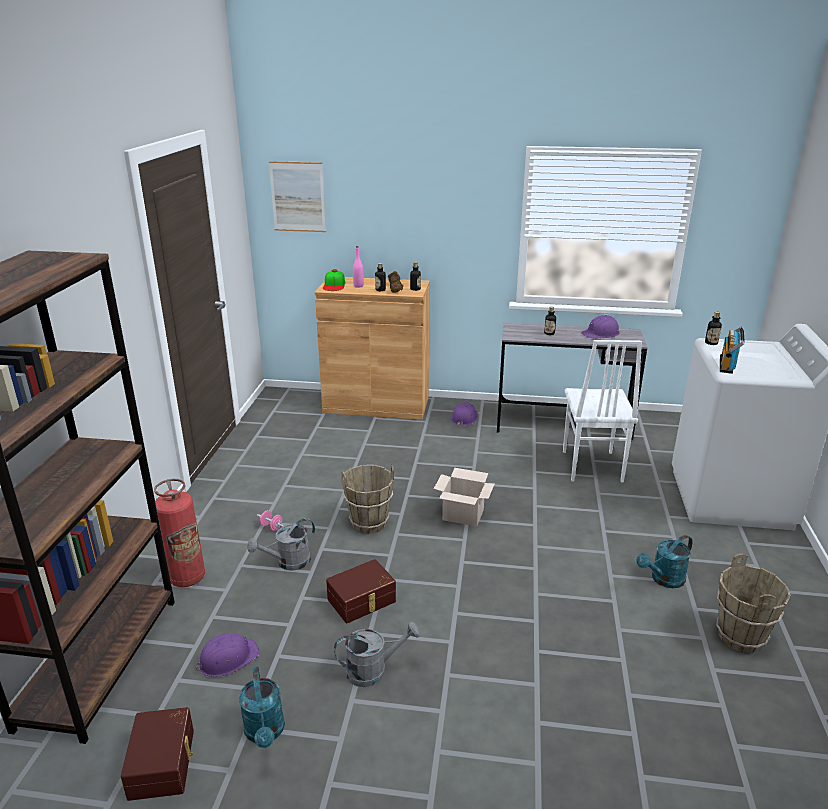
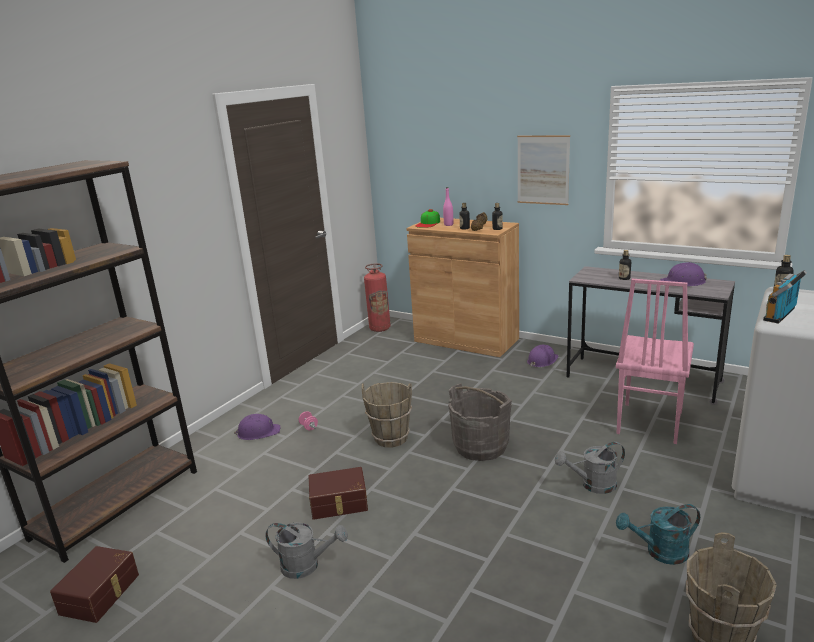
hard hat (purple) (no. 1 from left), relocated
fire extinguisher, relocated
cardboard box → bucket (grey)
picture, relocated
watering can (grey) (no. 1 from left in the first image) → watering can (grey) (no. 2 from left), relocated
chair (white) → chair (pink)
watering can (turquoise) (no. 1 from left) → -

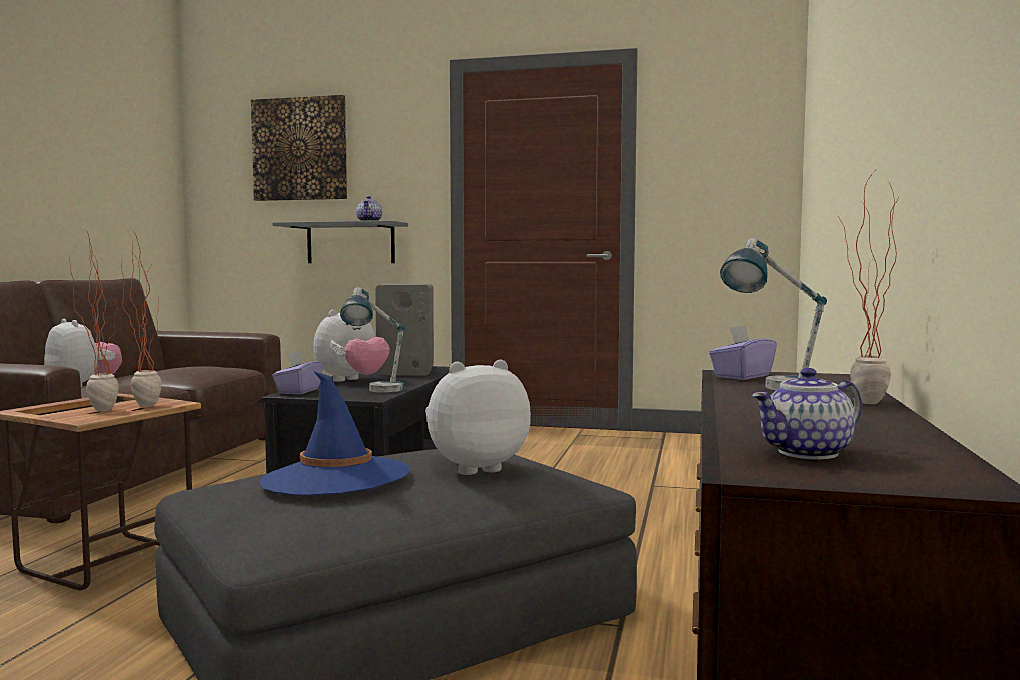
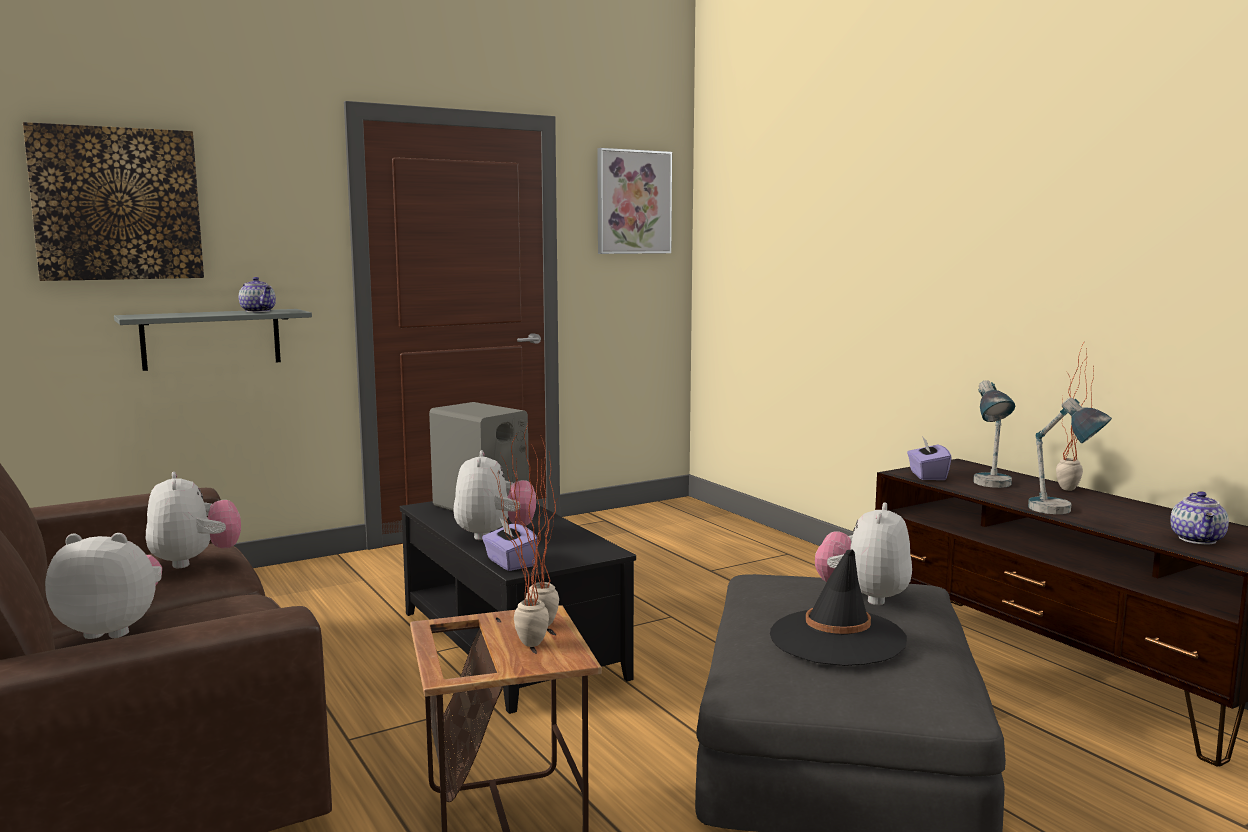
- → plush toy (no. 2 from left)
- → picture (no. 2 from left)
hat (blue) → hat (black)
table lamp (no. 1 from left in the first image) → table lamp (no. 2 from left), relocated

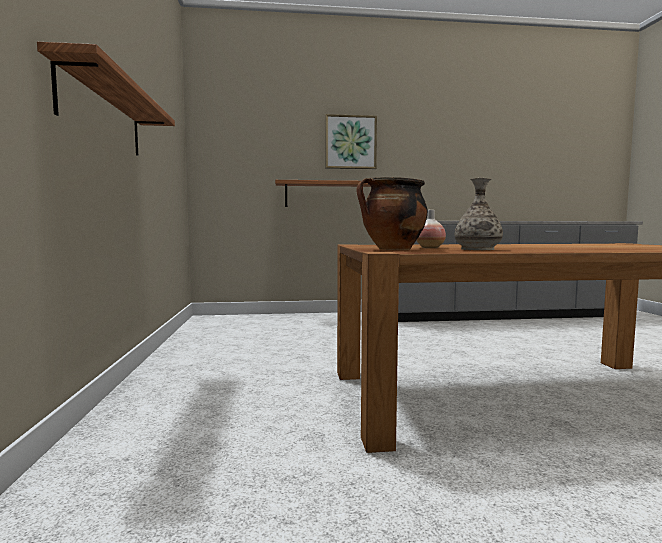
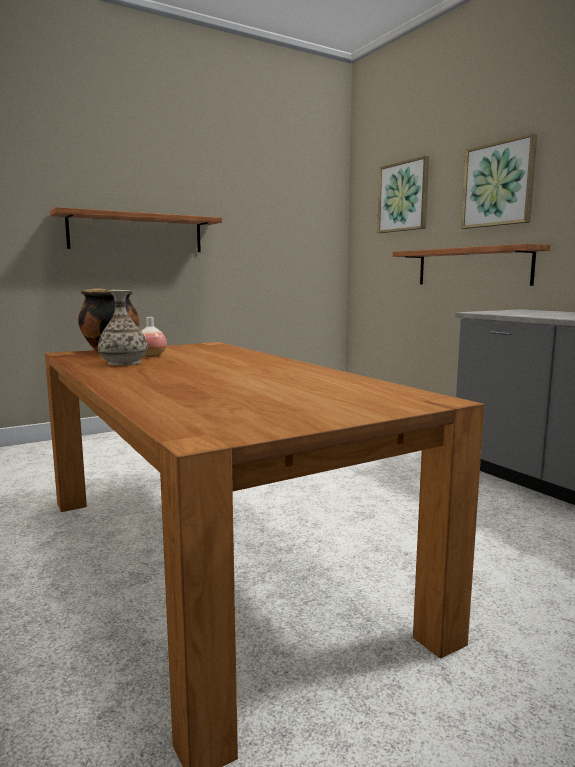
- → picture (no. 1 from left)

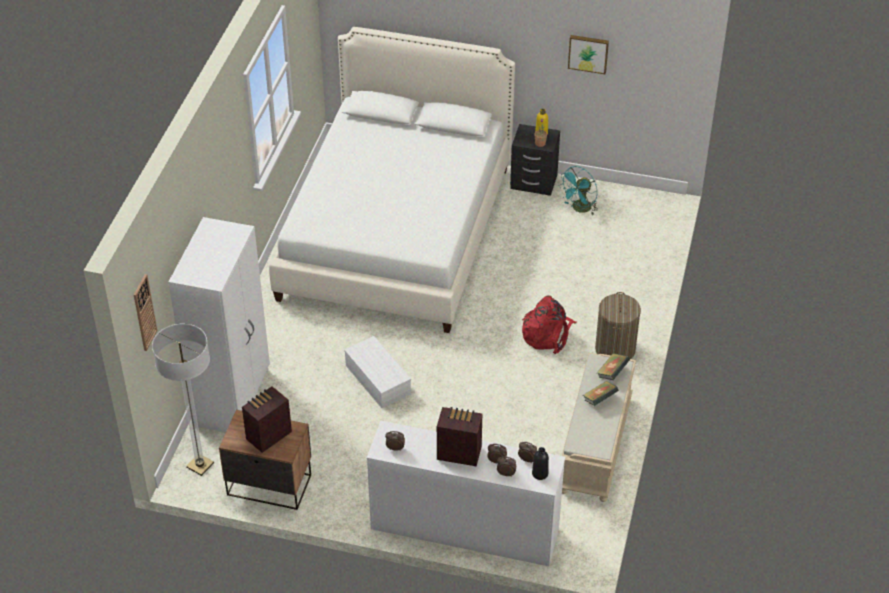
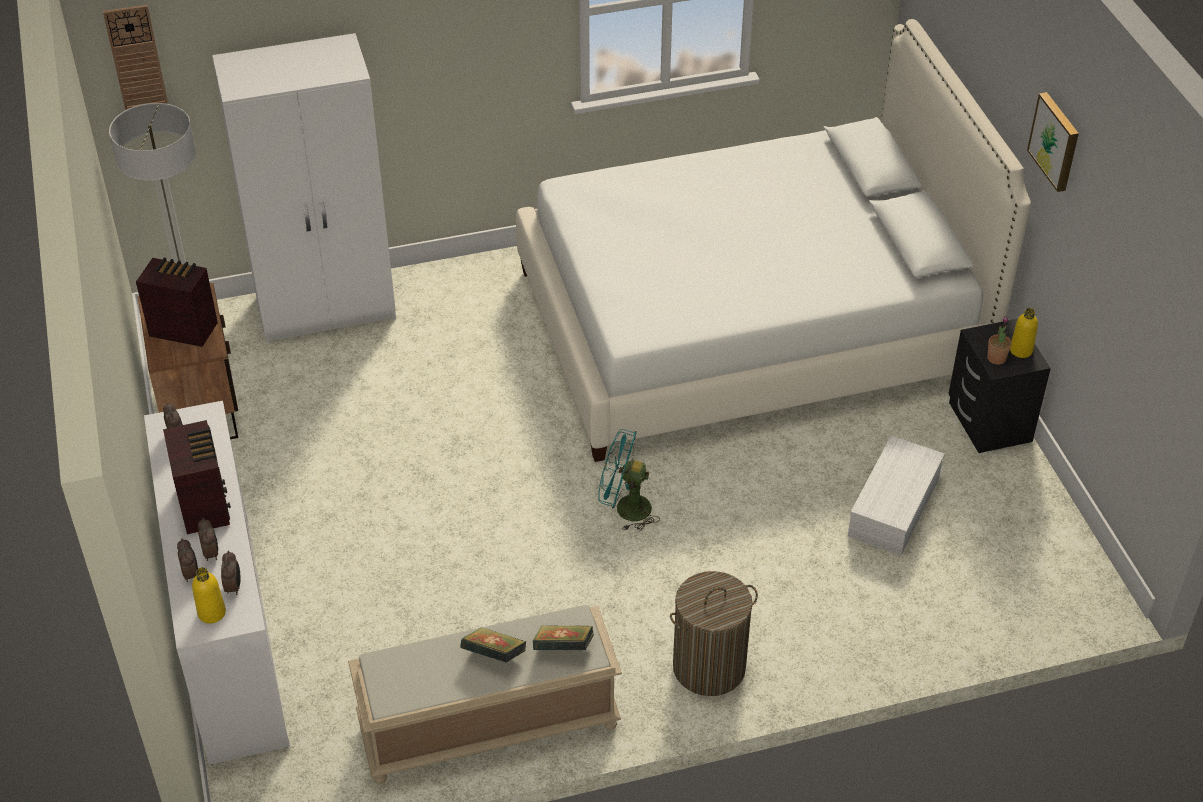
bottle (black) → bottle (yellow) (no. 1 from left)
fan (turquoise), relocated
storage box (white), relocated
picture, relocated
backpack (red) → -

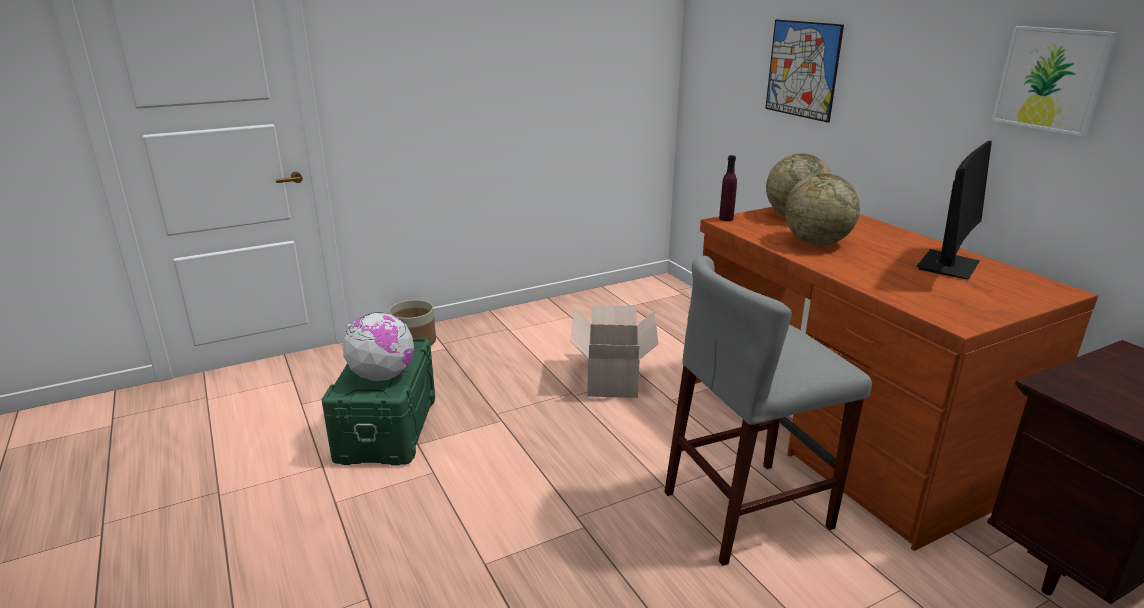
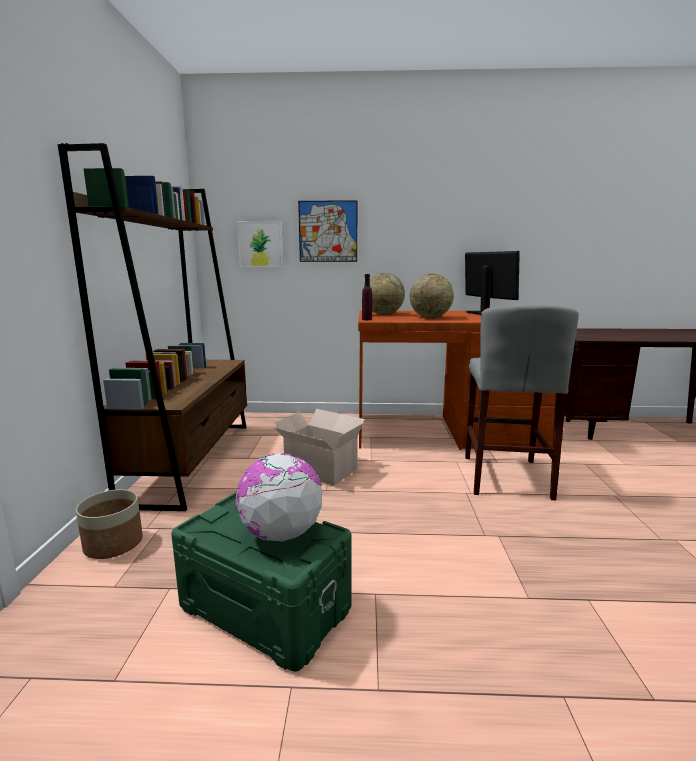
- → bookcase (brown)
picture (no. 2 from left in the first image) → picture (no. 1 from left), relocated

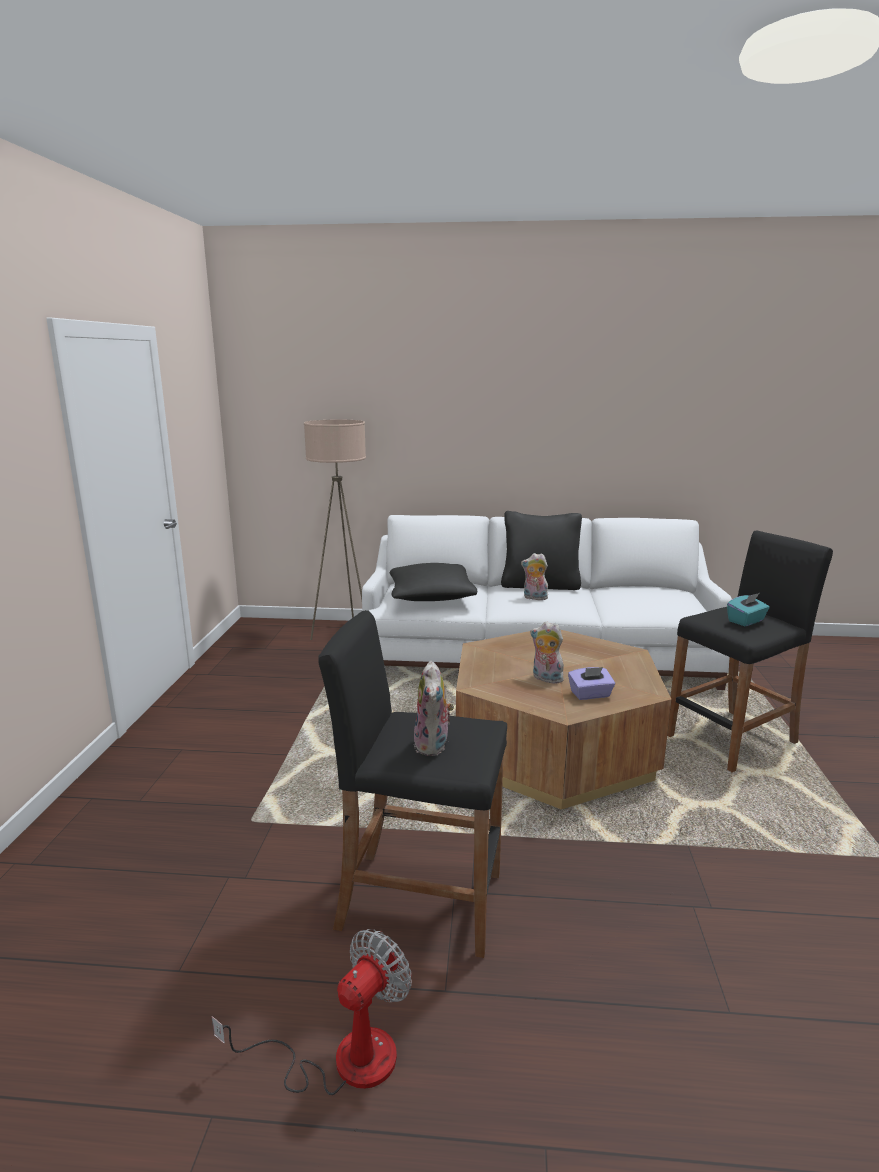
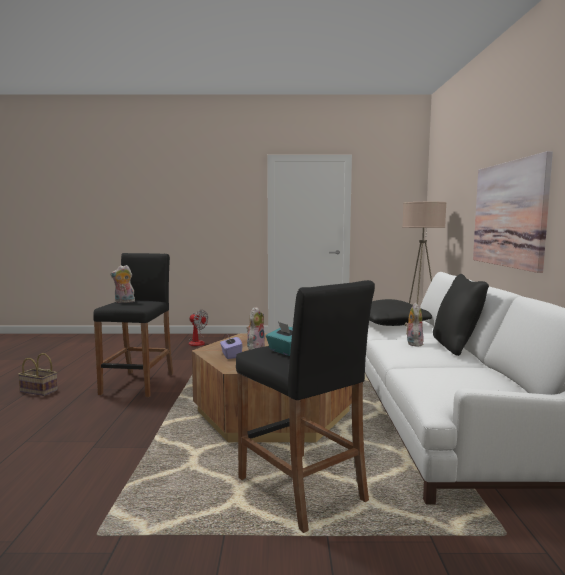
- → basket
fan, relocated
- → picture

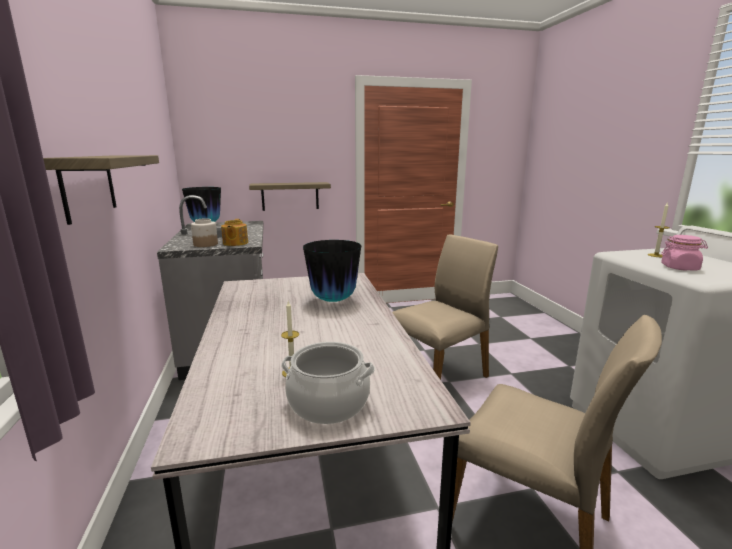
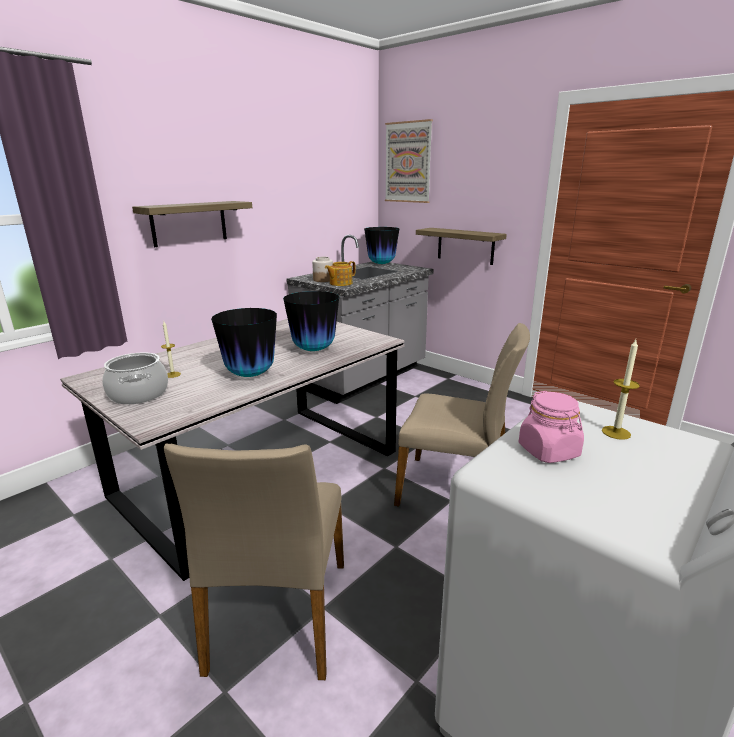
- → vase (no. 1 from left)
- → picture

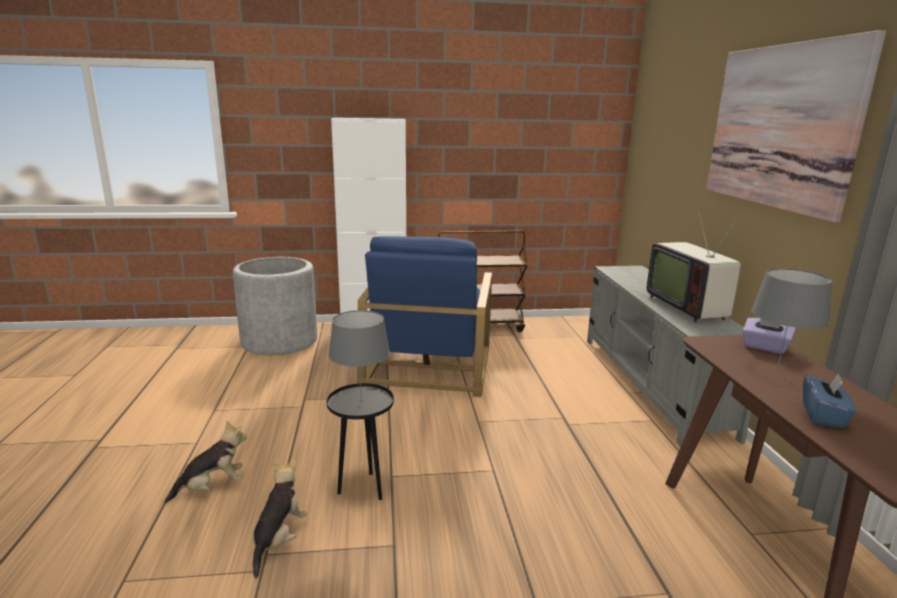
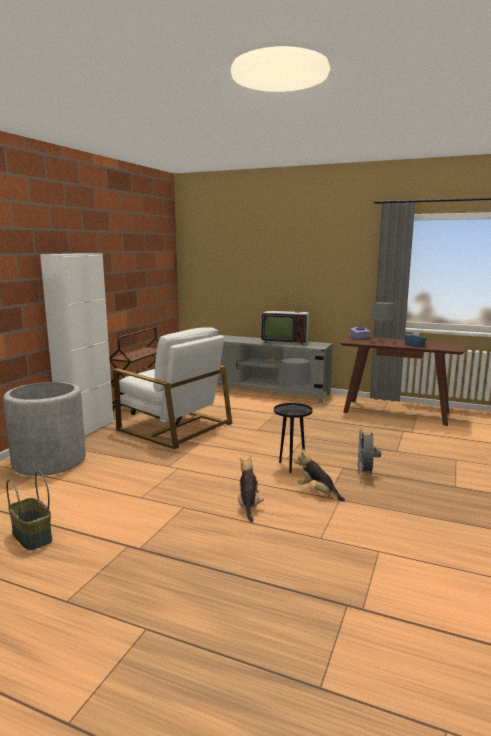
- → basket
armchair (blue) → armchair (white)
- → fan (grey)
picture → -

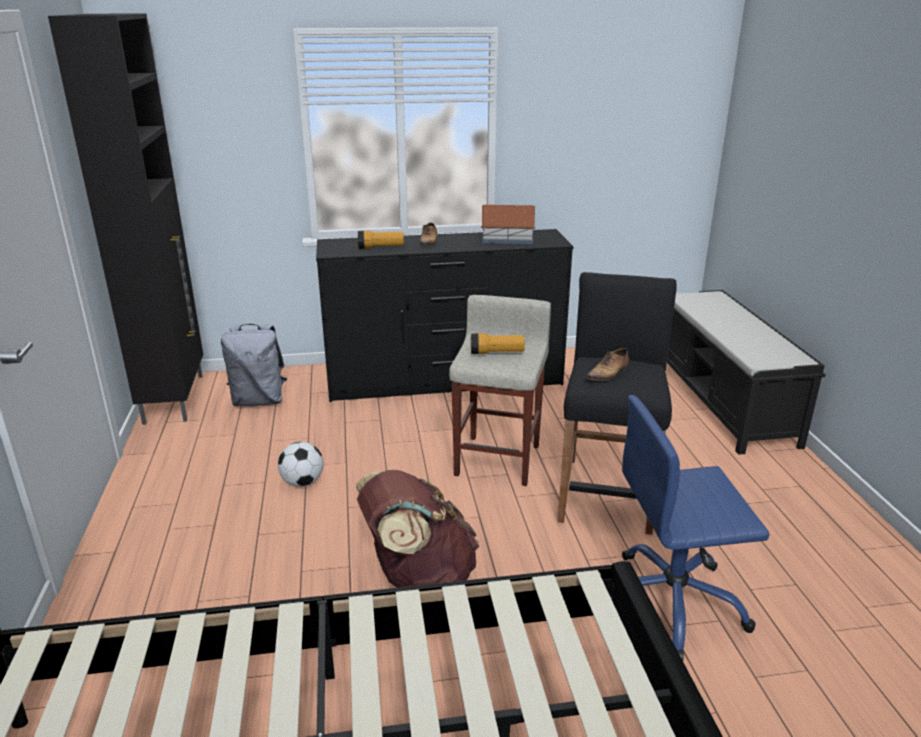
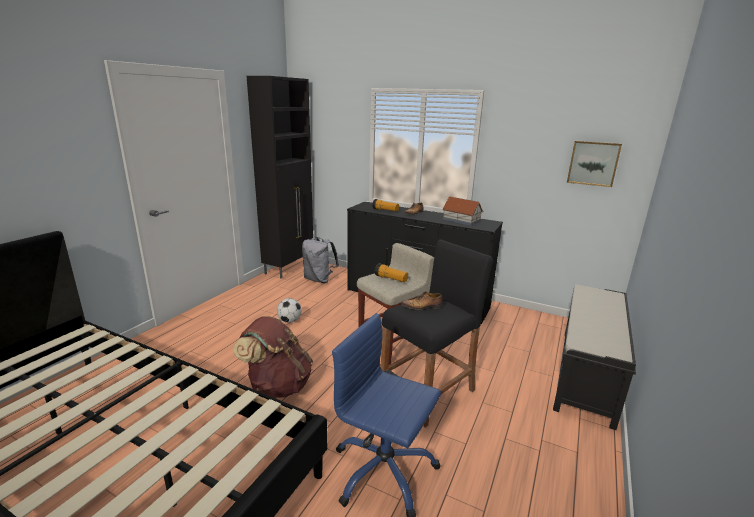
- → picture

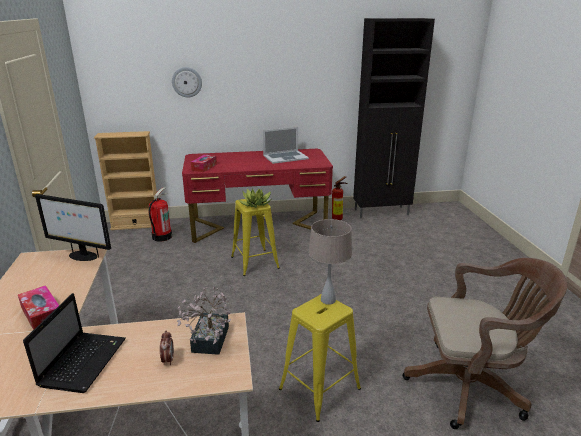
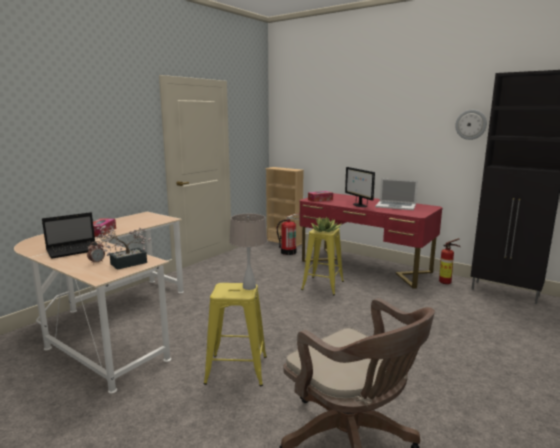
monitor, relocated
wall clock, relocated

